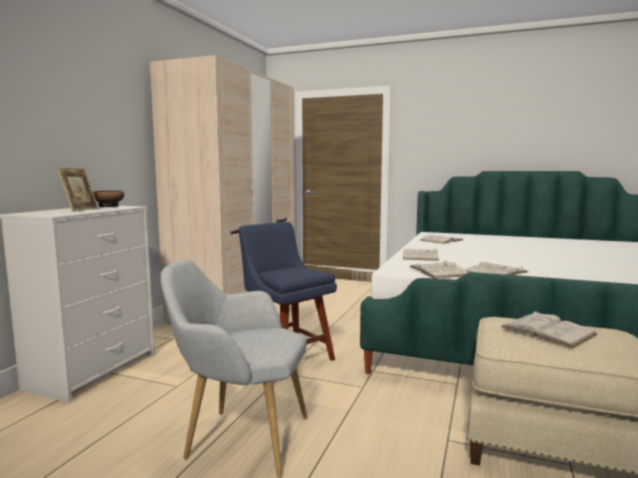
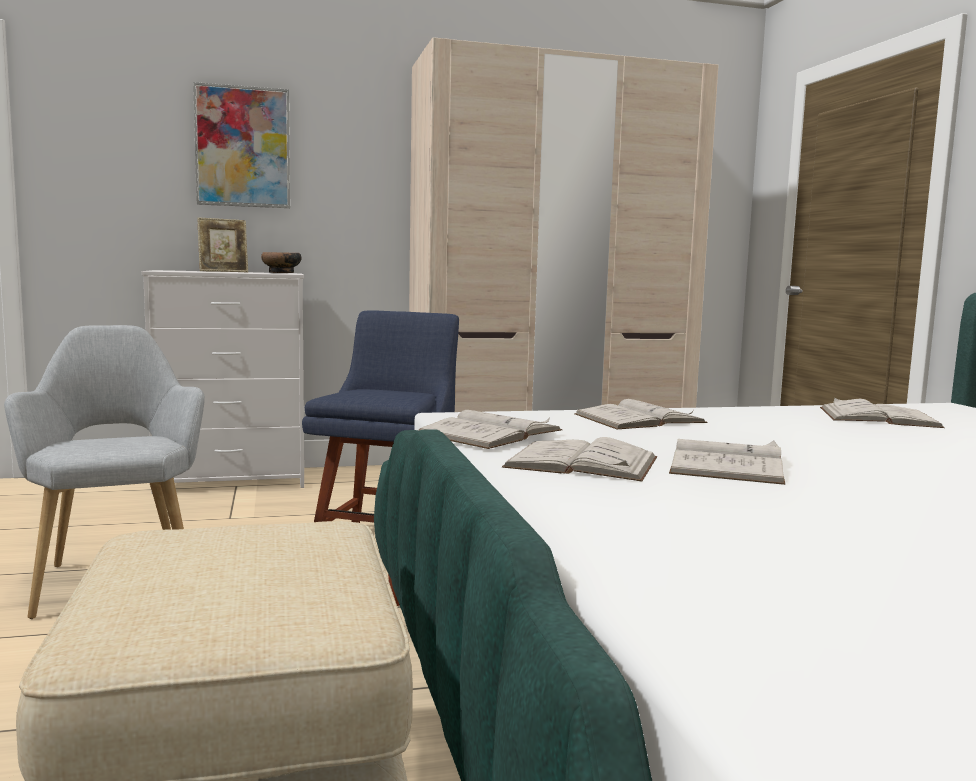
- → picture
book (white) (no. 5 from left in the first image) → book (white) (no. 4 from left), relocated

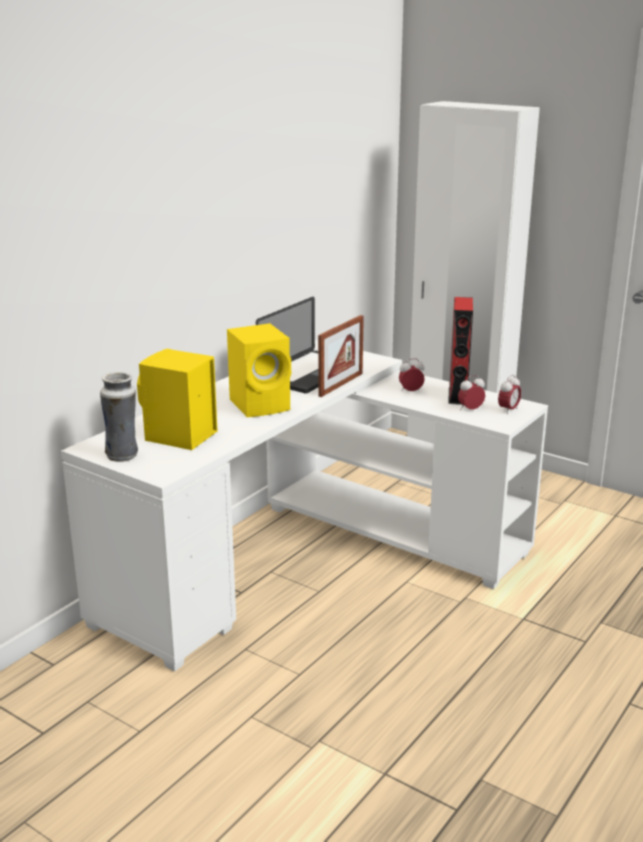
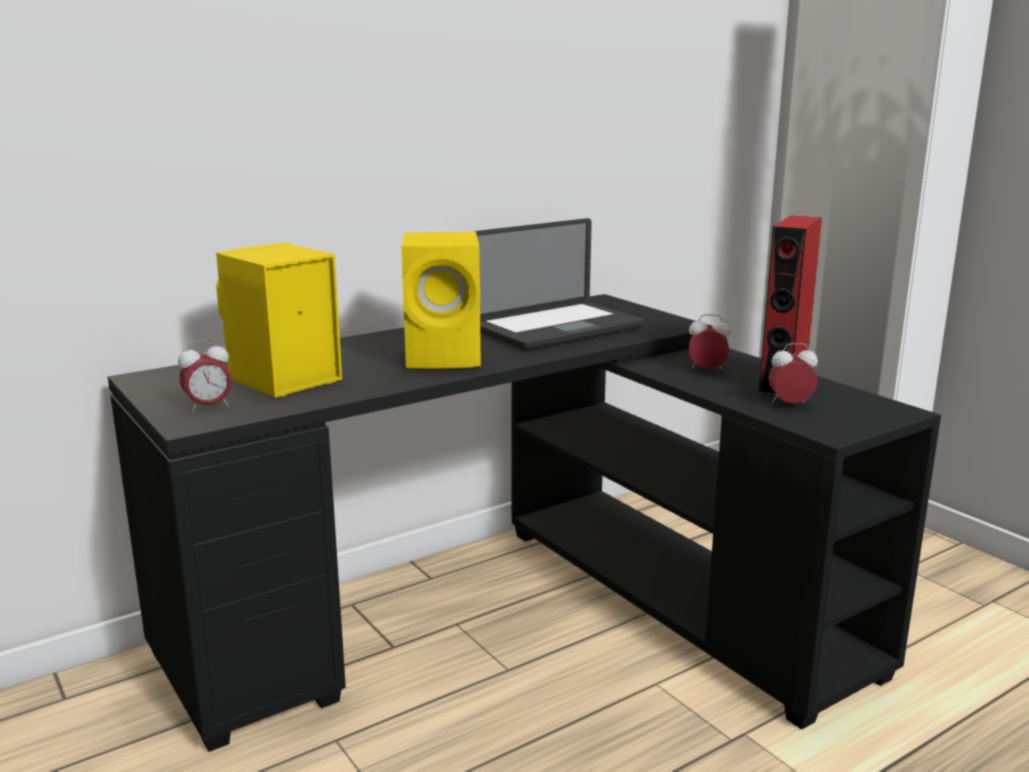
desk (white) → desk (black)
alarm clock (no. 3 from left in the first image) → alarm clock (no. 1 from left), relocated
vase → -
picture frame → -

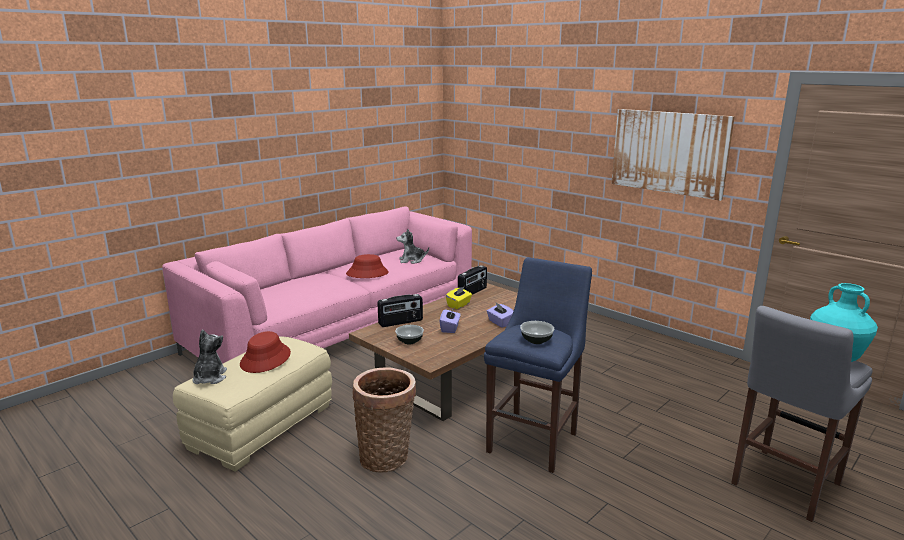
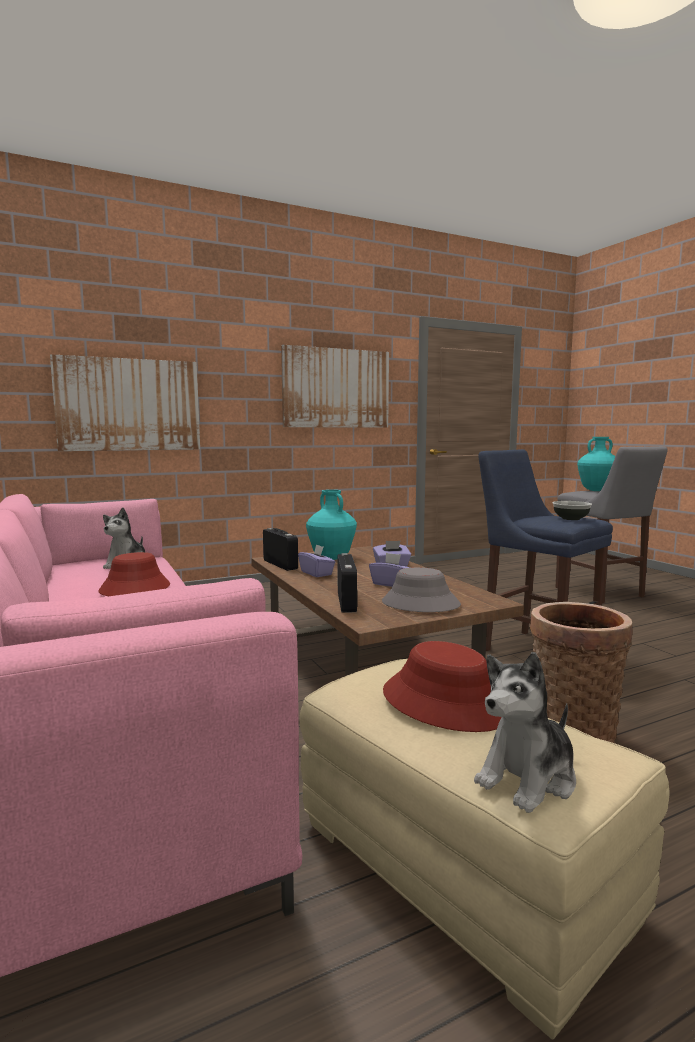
- → picture (no. 1 from left)
tissue box (yellow) → tissue box (purple) (no. 1 from left)
- → vase (turquoise) (no. 1 from left)
bowl (no. 1 from left) → hat (grey)
plush toy (no. 1 from left in the first image) → plush toy (no. 2 from left), 60 degrees counterclockwise

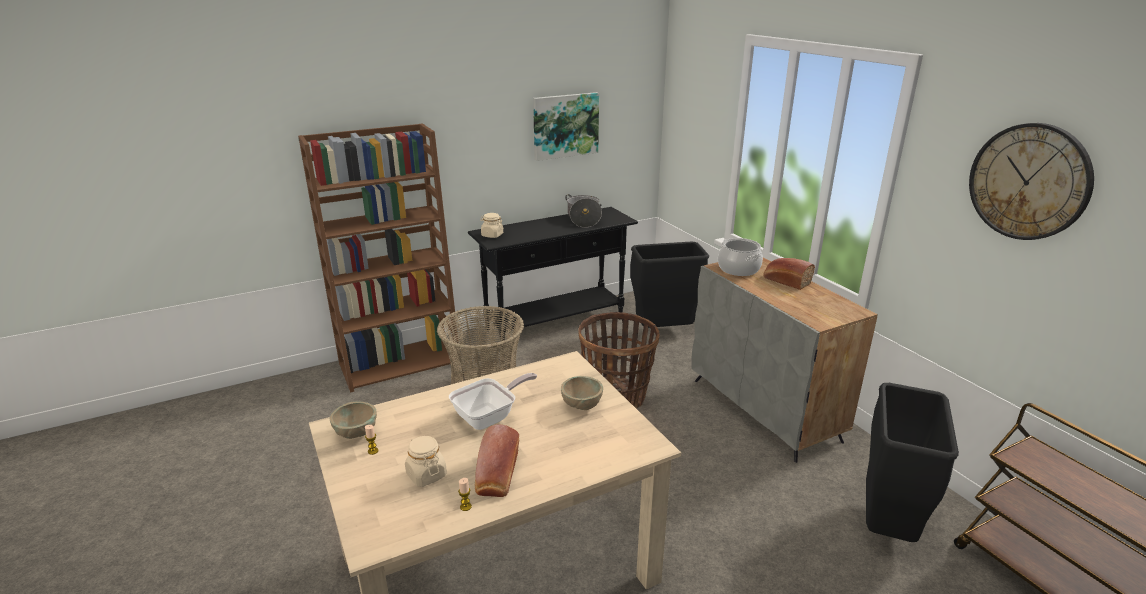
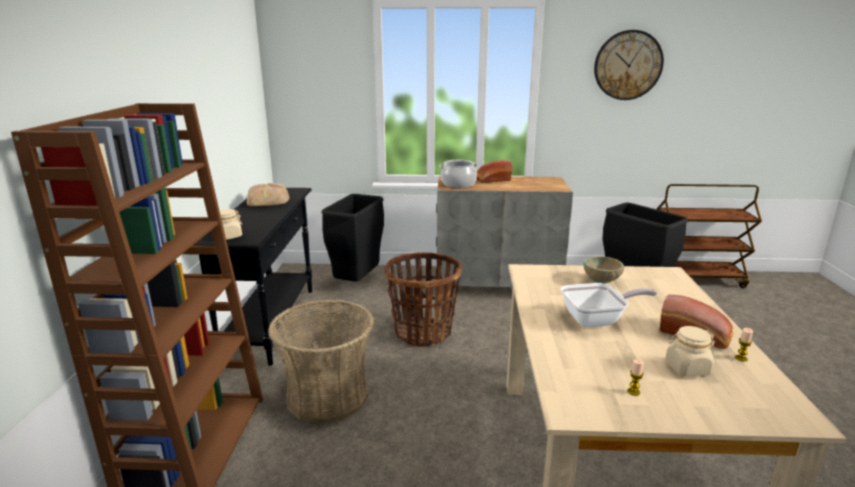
cooking pot (no. 1 from left) → bread (no. 1 from left)
frying pan, 90 degrees clockwise
bowl (beige) (no. 1 from left) → -
picture → -

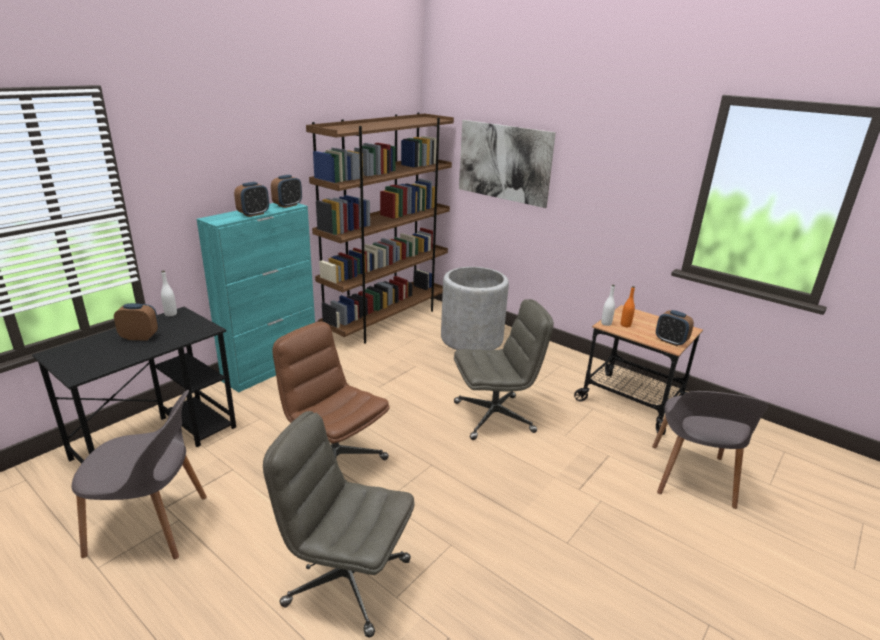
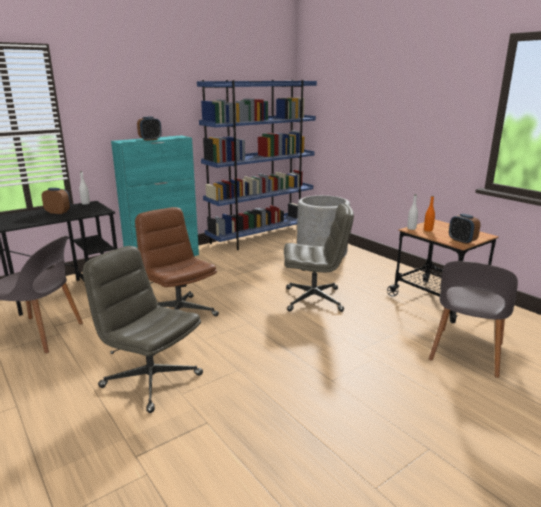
bookcase (brown) → bookcase (blue)
alarm clock (no. 3 from left) → -
picture → -

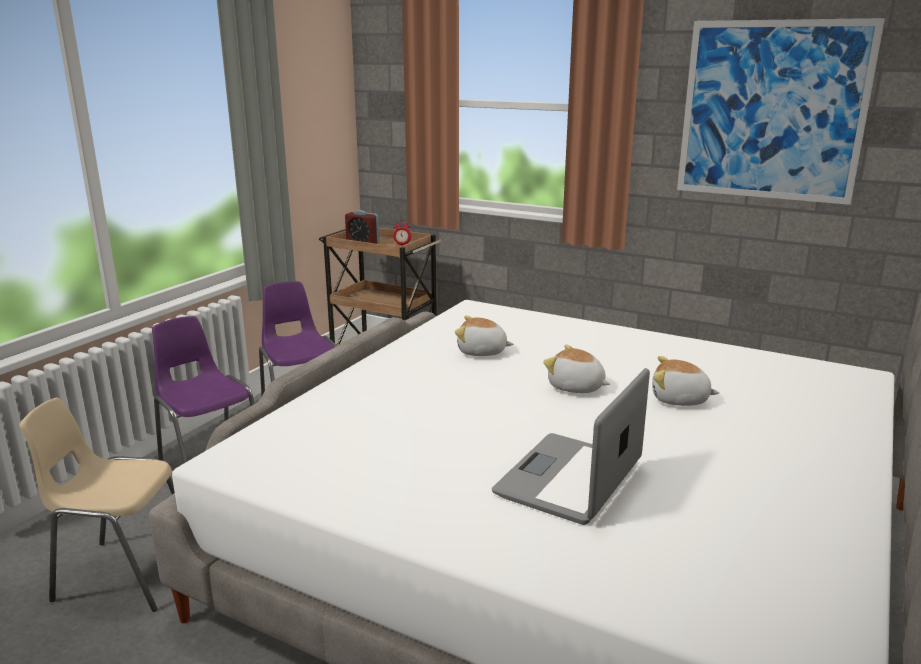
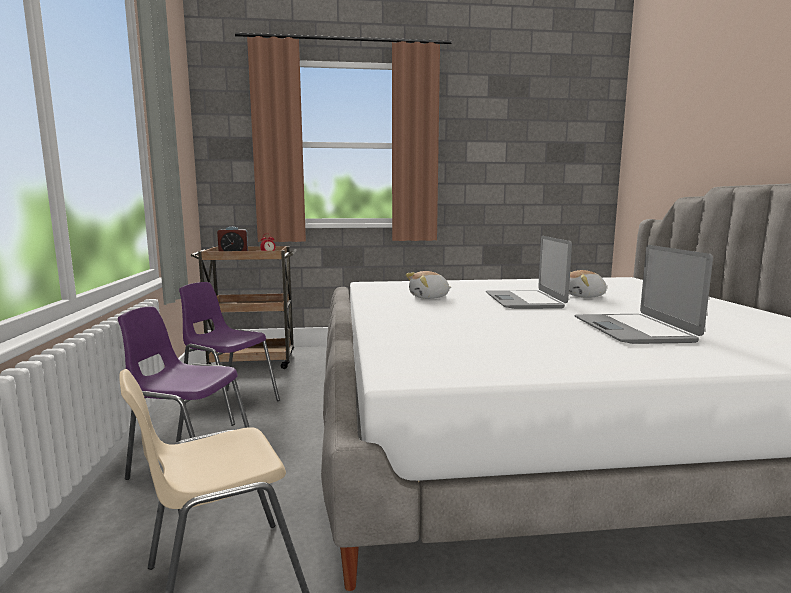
plush toy (no. 2 from left) → laptop (no. 1 from left)
picture → -

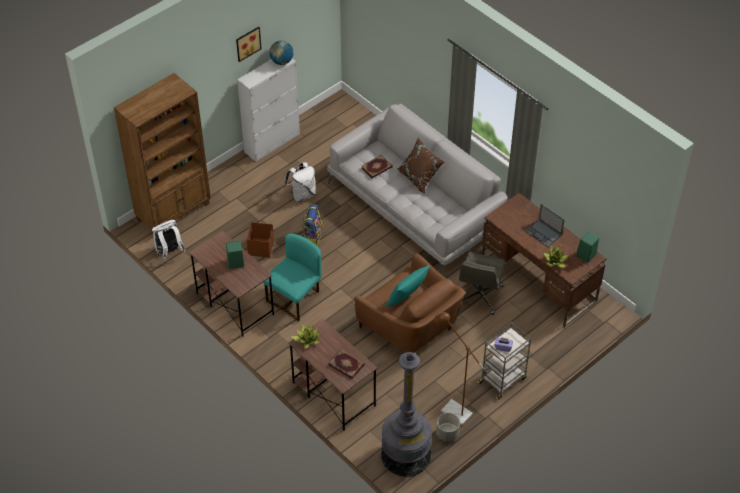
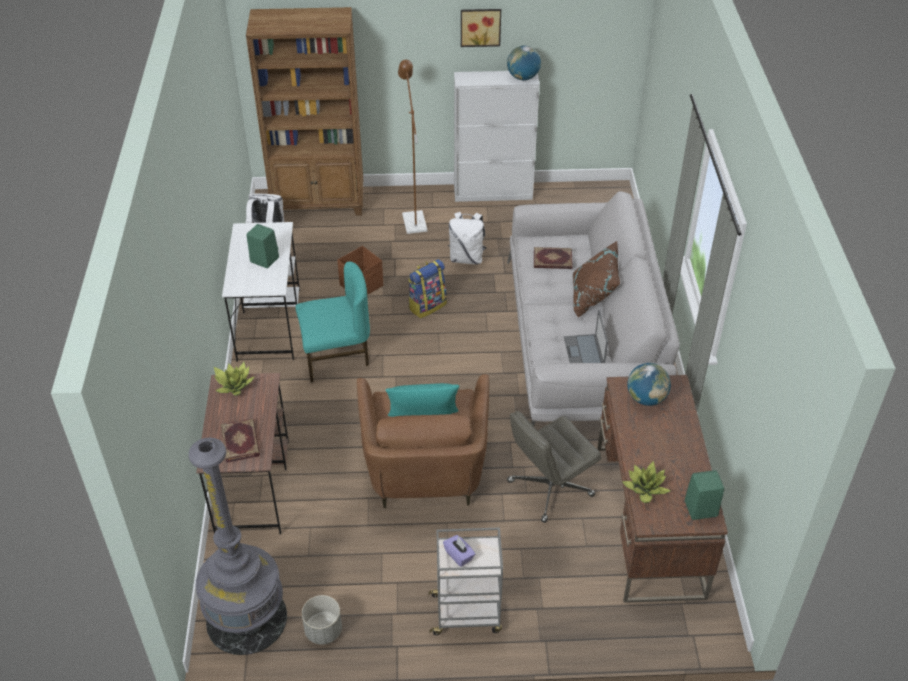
desk (brown) (no. 1 from left) → desk (white)
floor lamp (brown), relocated
laptop, relocated
- → globe (no. 2 from left)

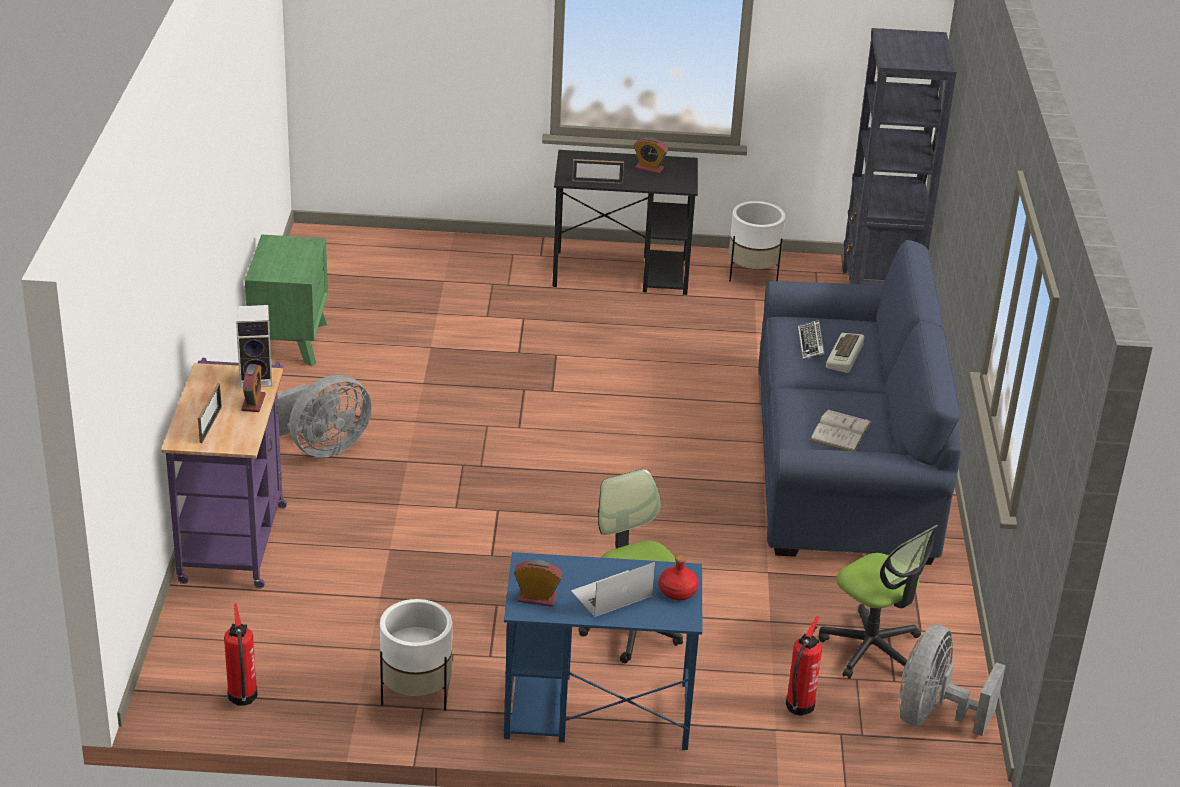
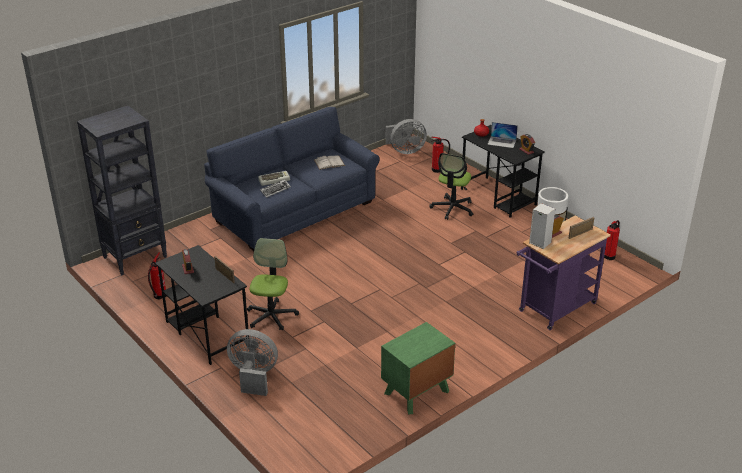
planter (white) (no. 2 from left) → fire extinguisher (no. 1 from left)
fan (grey) (no. 1 from left), relocated
office chair (no. 2 from left in the first image) → office chair (no. 1 from left), relocated
desk (blue) → desk (black) (no. 2 from left)

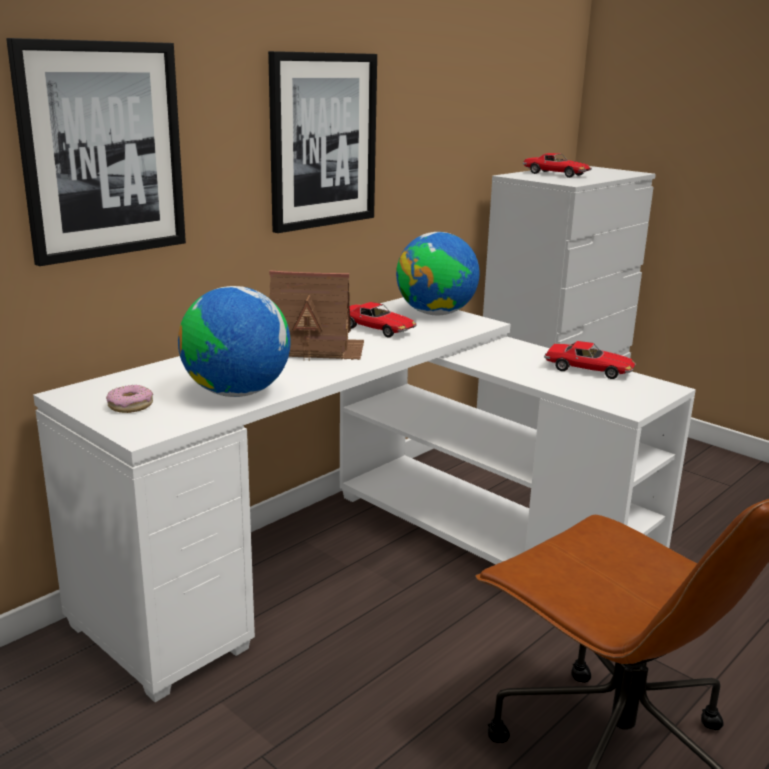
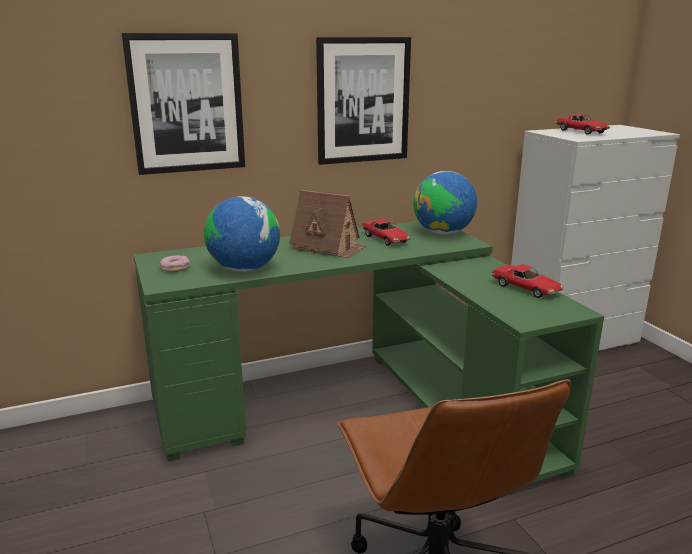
desk (white) → desk (green)

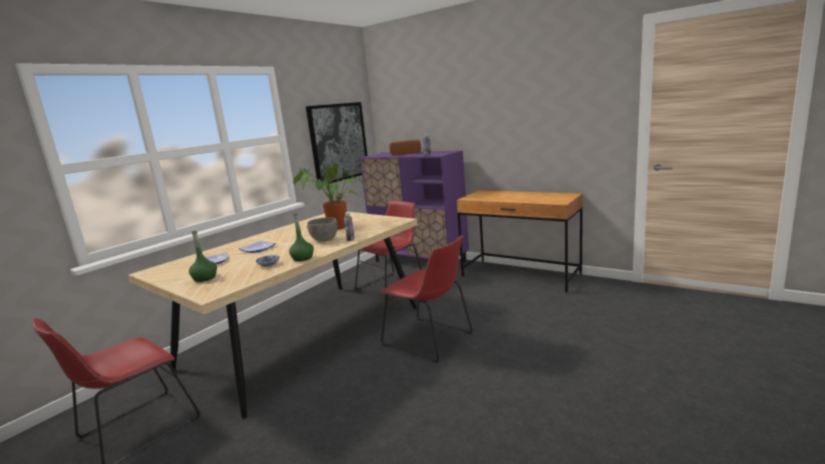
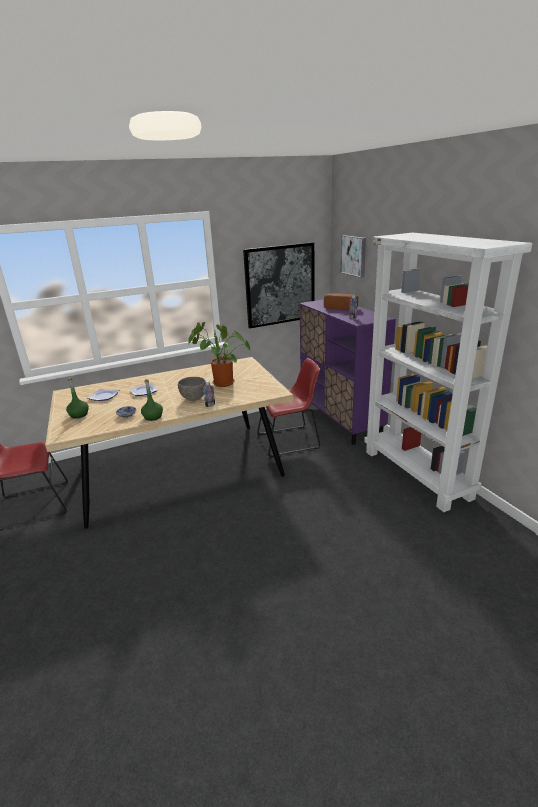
- → picture (no. 2 from left)
desk (brown) → bookcase (white)
chair (red) (no. 3 from left) → -

